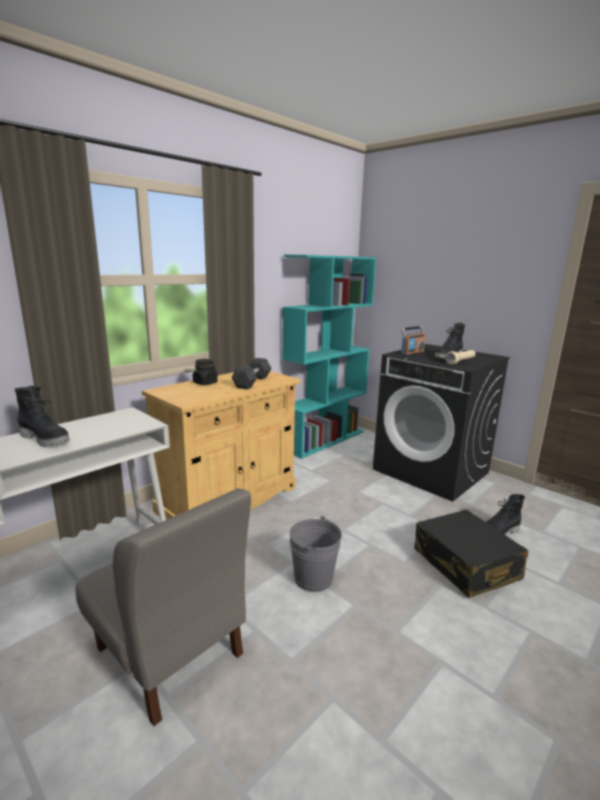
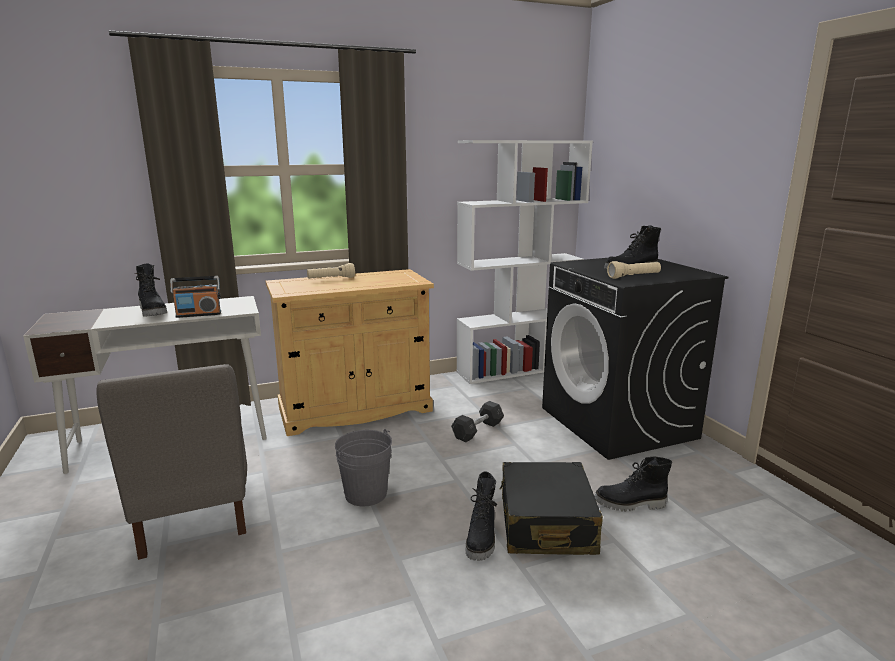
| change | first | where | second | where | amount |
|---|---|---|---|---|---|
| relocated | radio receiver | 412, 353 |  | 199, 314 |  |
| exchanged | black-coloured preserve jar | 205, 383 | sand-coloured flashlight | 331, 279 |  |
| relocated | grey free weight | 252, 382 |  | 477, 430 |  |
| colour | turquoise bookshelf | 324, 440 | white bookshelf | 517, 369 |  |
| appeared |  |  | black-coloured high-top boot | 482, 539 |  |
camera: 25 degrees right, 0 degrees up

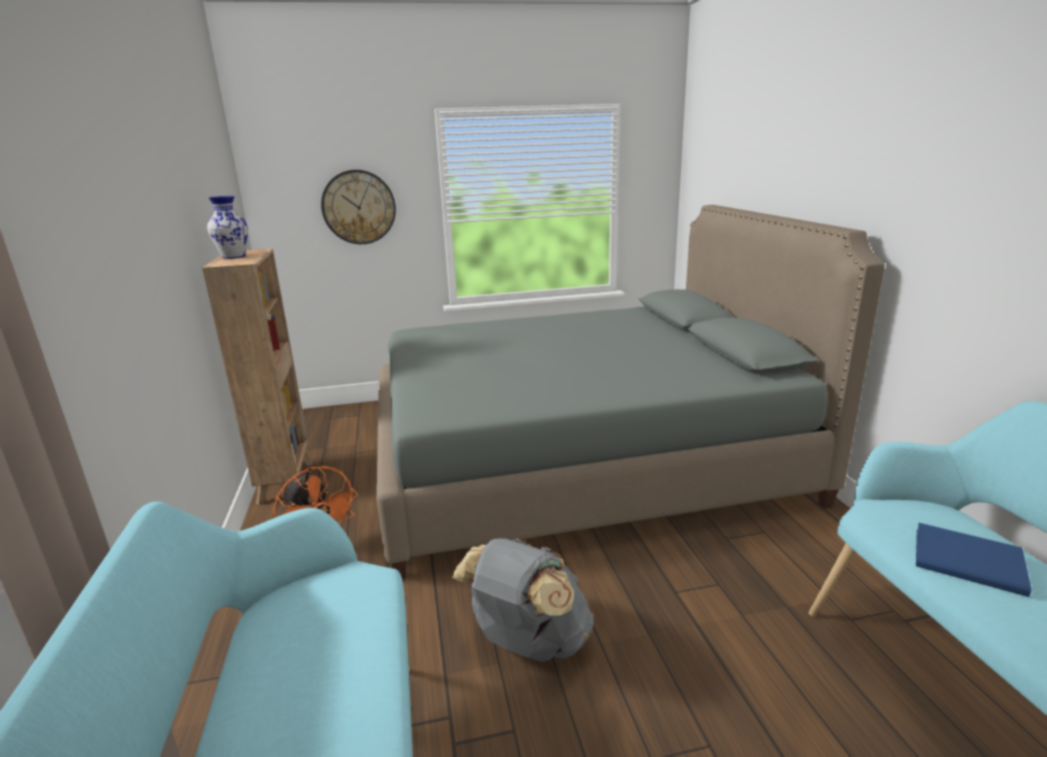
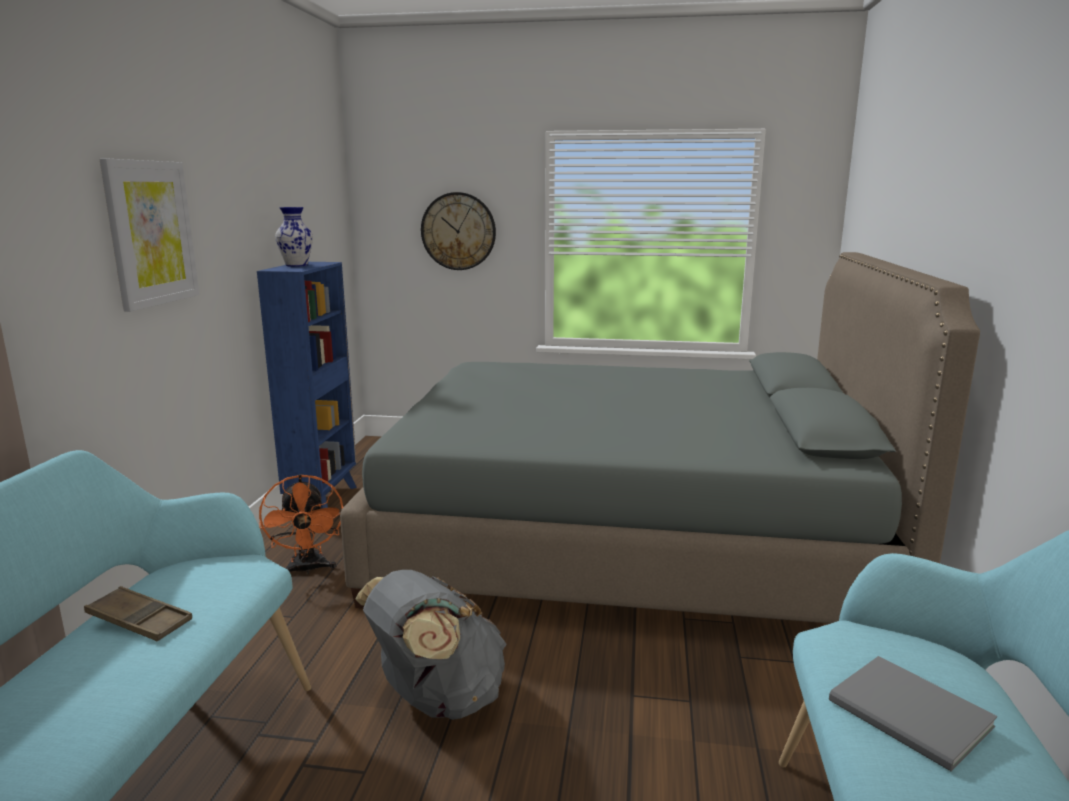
| change | first | where | second | where | amount |
|---|---|---|---|---|---|
| appeared |  |  | brown-coloured tray | 139, 620 |  |
| appeared |  |  | picture | 151, 233 |  |
| colour | brown-coloured bookshelf | 286, 481 | bluish bookshelf | 323, 499 |  |
| colour | bluish bound book | 971, 563 | grey bound book | 912, 717 |  |
camera: 20 degrees right, 5 degrees down

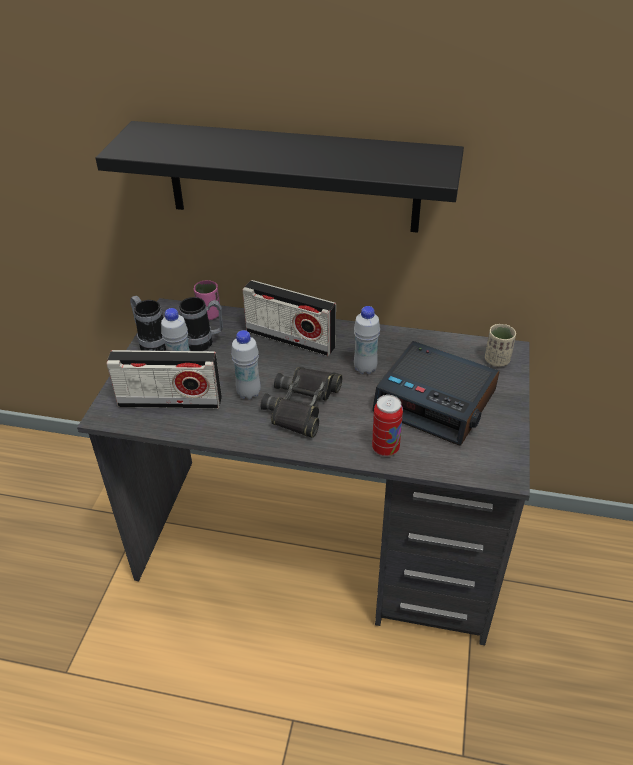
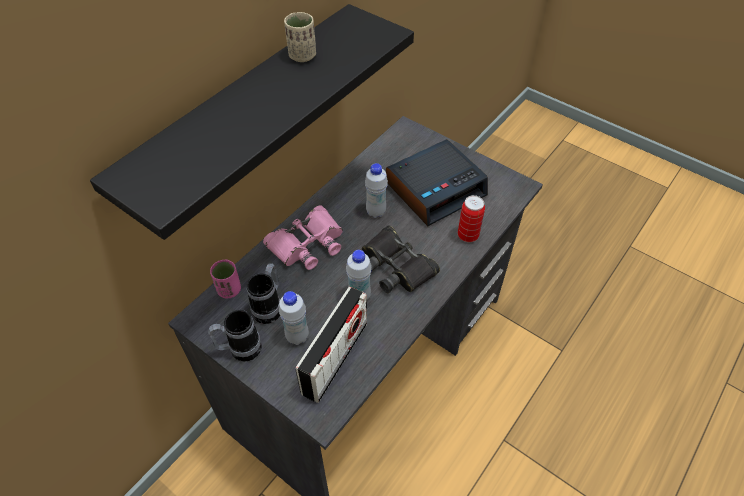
| change | first | where | second | where | amount |
|---|---|---|---|---|---|
| exchanged | radio receiver | 290, 339 | pink-coloured pair of binoculars | 307, 243 |  |
| relocated | sand-coloured drinking cup | 497, 360 |  | 302, 56 |  |
camera: 65 degrees left, 10 degrees up

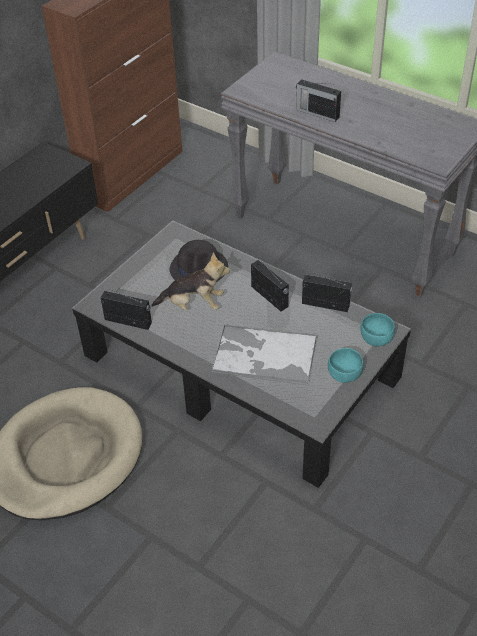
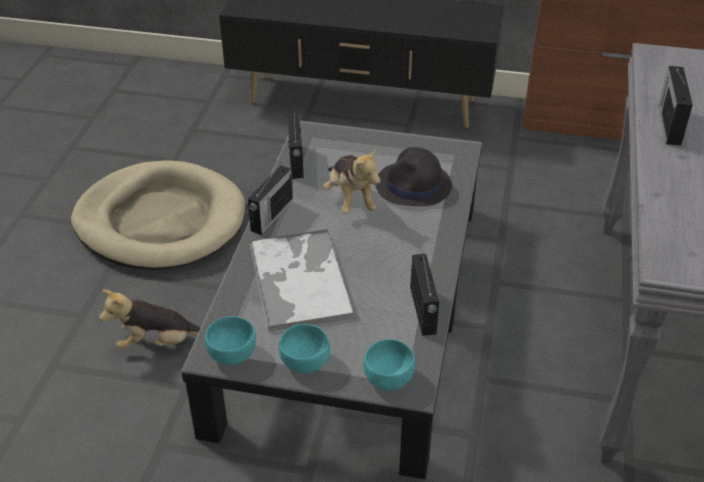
| change | first | where | second | where | amount |
|---|---|---|---|---|---|
| appeared |  |  | plush toy | 158, 343 |  |
| appeared |  |  | turquoise bowl | 233, 353 |  |
| relocated | radio receiver | 270, 297 |  | 271, 216 |  |
camera: 65 degrees right, 5 degrees down

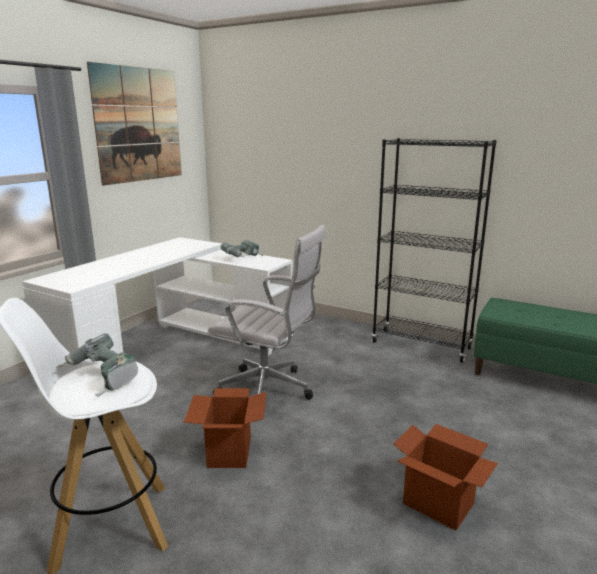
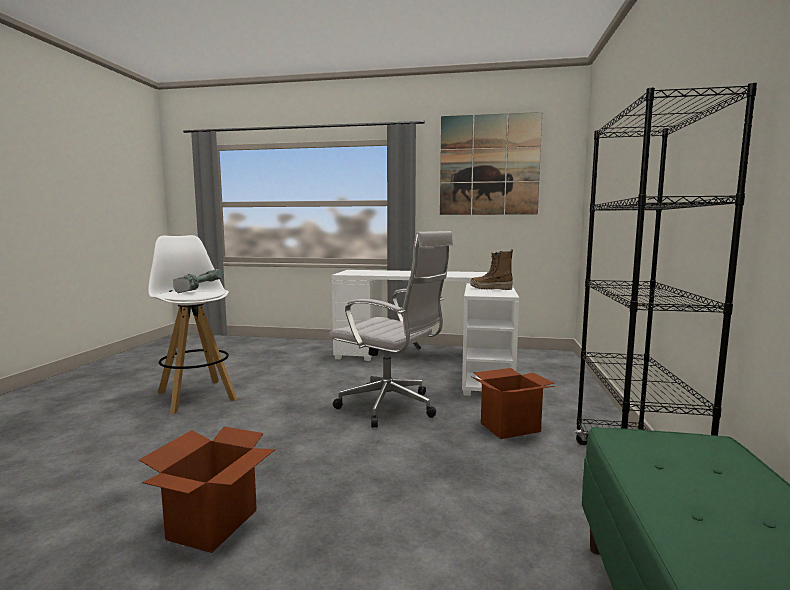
| change | first | where | second | where | amount |
|---|---|---|---|---|---|
| spun | white computer chair | 270, 391 |  | 392, 407 | 60 degrees counterclockwise |
| exchanged | electric drill | 243, 258 | high-top boot | 491, 289 |  |
| relocated | cardboard box | 229, 452 |  | 510, 427 |  |
camera: 70 degrees right, 10 degrees down

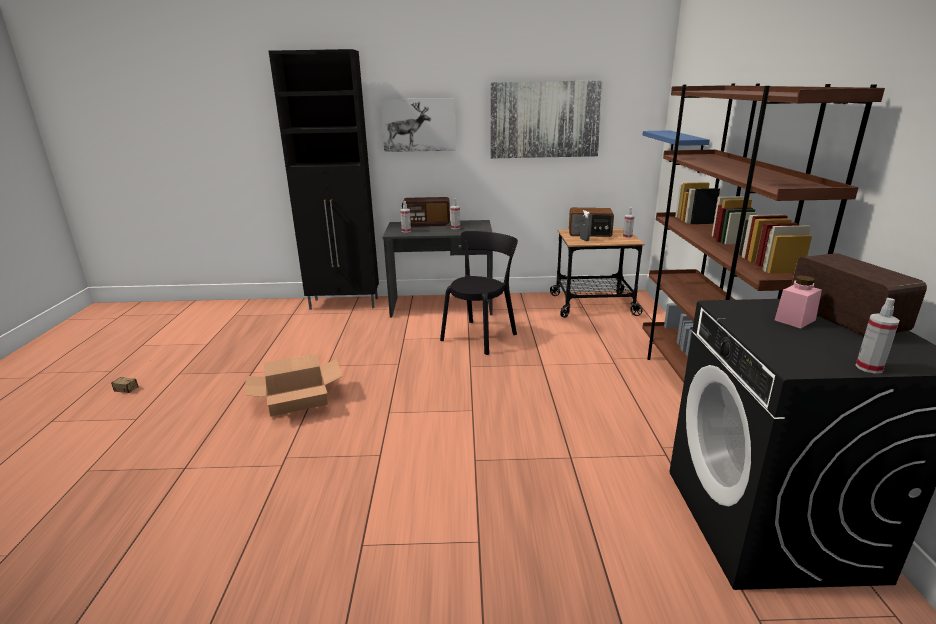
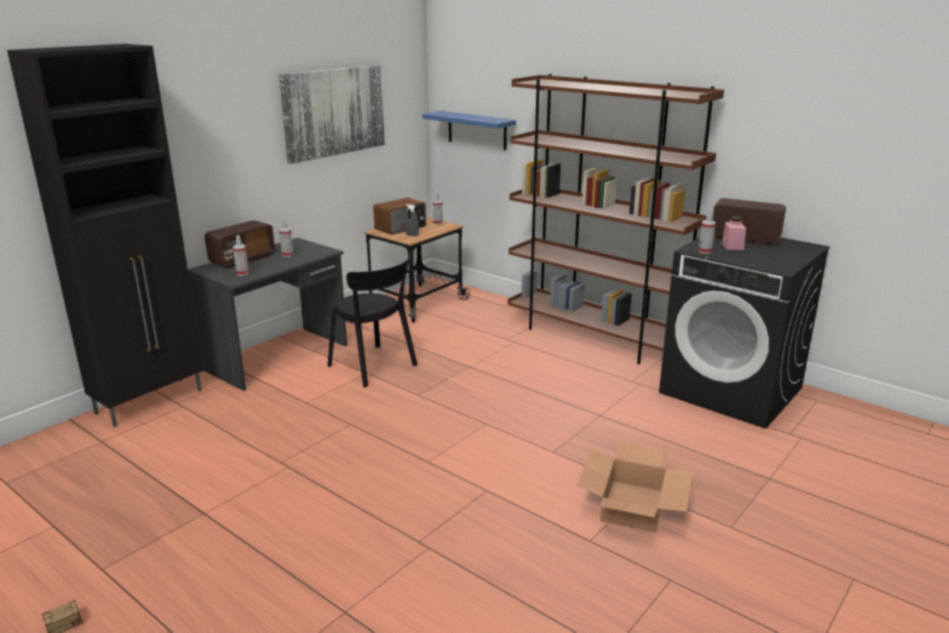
| change | first | where | second | where | amount |
|---|---|---|---|---|---|
| spun | black-coloured upright chair | 480, 336 |  | 374, 367 | 150 degrees clockwise |
| relocated | cardboard box | 297, 399 |  | 633, 506 |  |
| relocated | spray bottle | 869, 367 |  | 705, 251 |  |
| missing | picture | 419, 125 |  |  |  |
camera: 50 degrees left, 0 degrees up

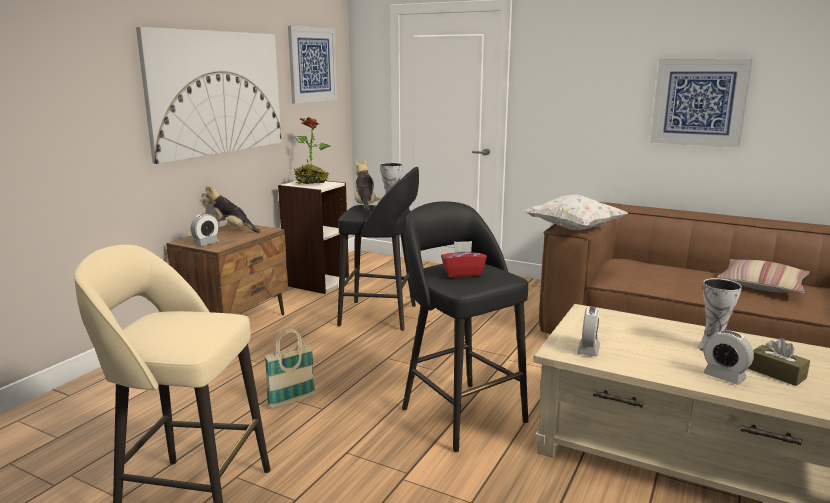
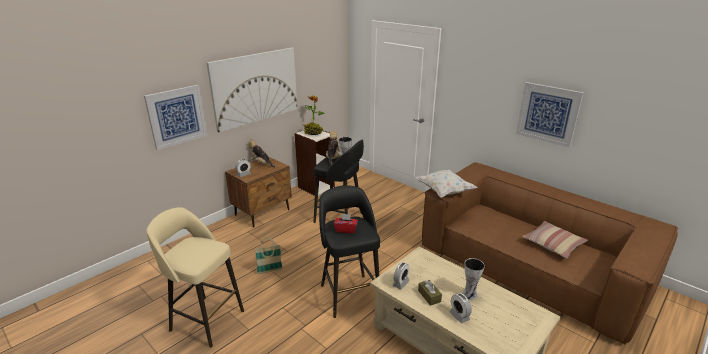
| change | first | where | second | where | amount |
|---|---|---|---|---|---|
| relocated | picture | 312, 65 |  | 177, 116 |  |
| relocated | brown-coloured tissue holder | 776, 373 |  | 429, 296 |  |
camera: 15 degrees right, 10 degrees up

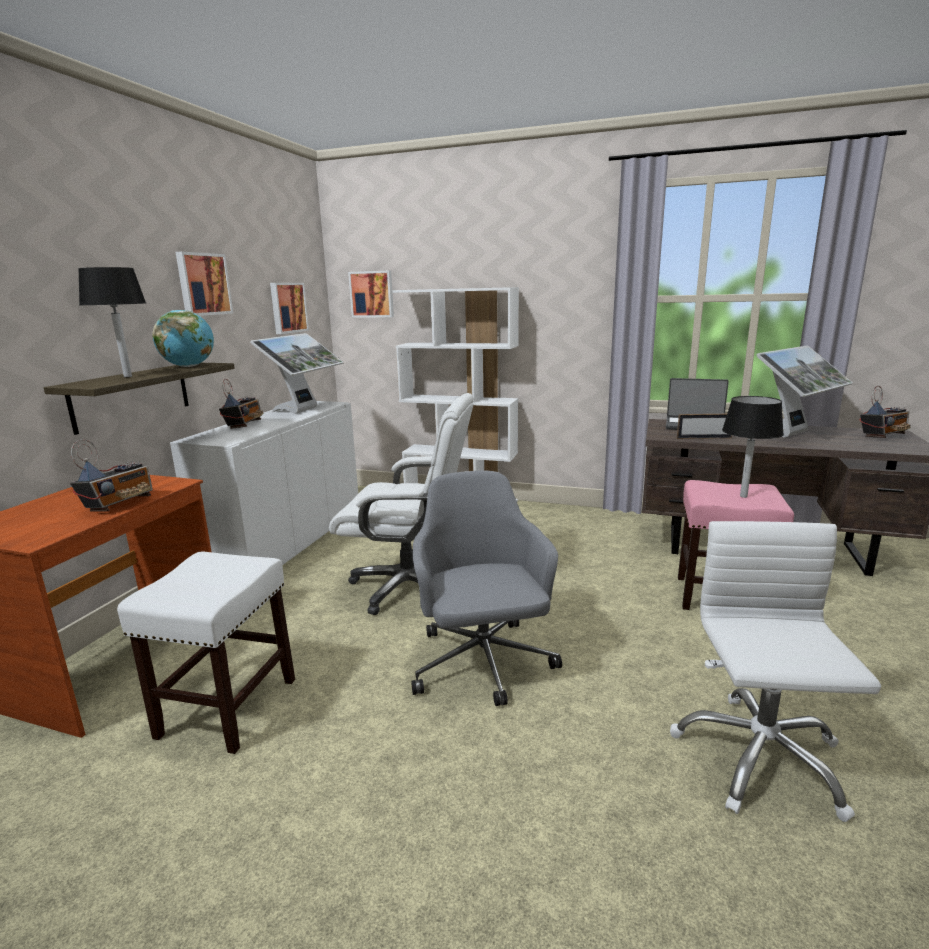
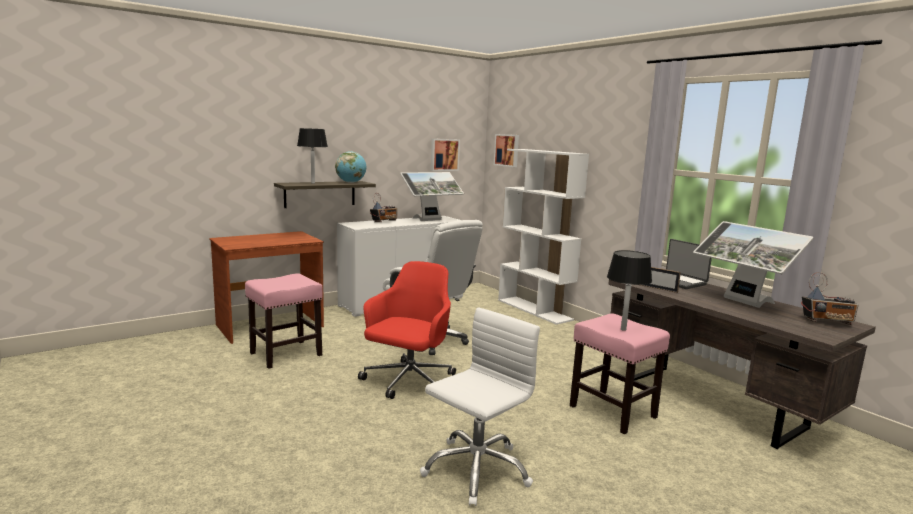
| change | first | where | second | where | amount |
|---|---|---|---|---|---|
| colour | white stool | 227, 708 | pink-coloured stool | 285, 354 |  |
| colour | grey computer chair | 483, 664 | red computer chair | 408, 382 |  |
| spun | computer screen | 793, 434 |  | 742, 302 | 60 degrees clockwise |
| missing | radio receiver | 120, 504 |  |  |  |
| missing | picture | 203, 284 |  |  |  |
camera: 35 degrees right, 5 degrees down

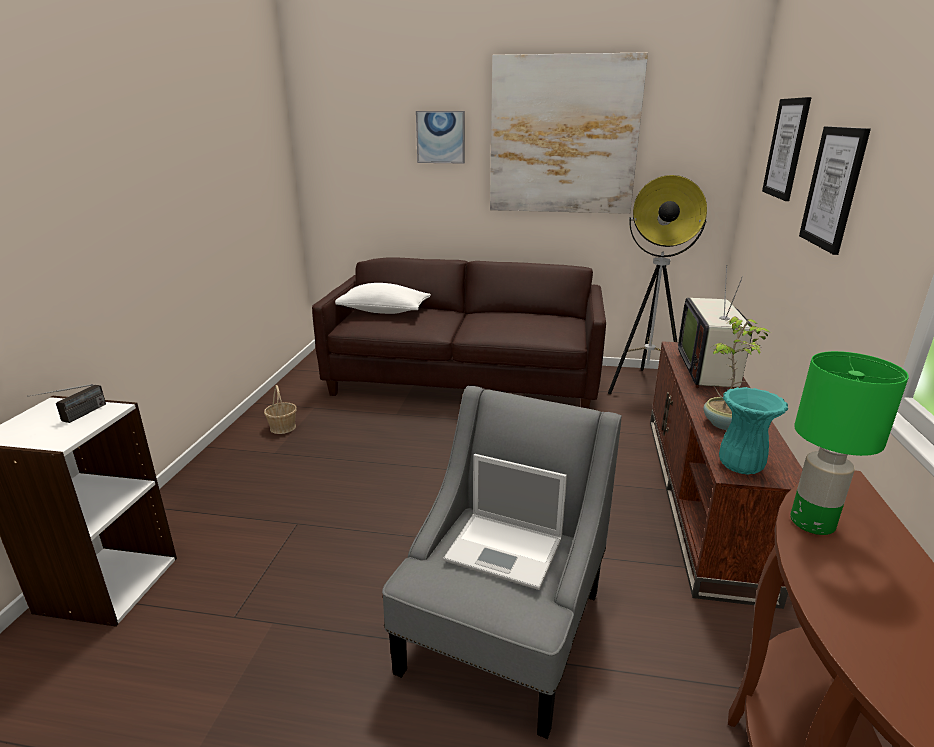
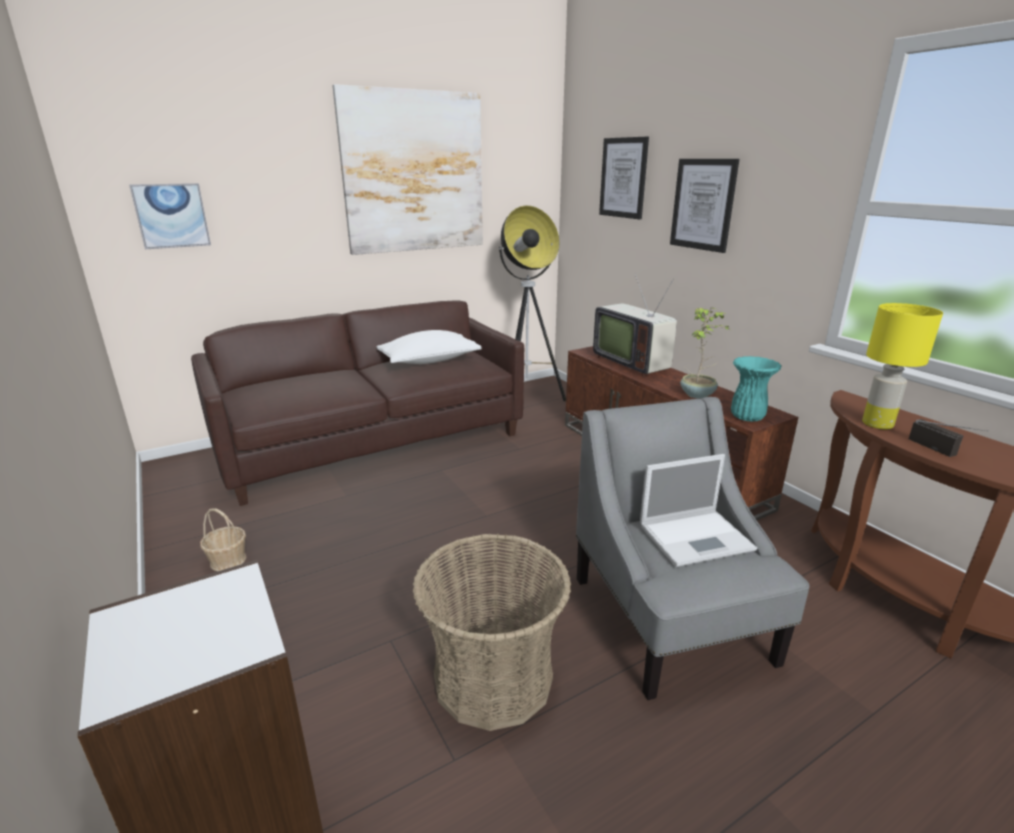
| change | first | where | second | where | amount |
|---|---|---|---|---|---|
| relocated | picture | 440, 137 |  | 171, 216 |  |
| relocated | white pillow | 383, 311 |  | 429, 361 |  |
| appeared |  |  | basket | 493, 677 |  |
| colour | greenish lamp for a table | 813, 523 | yellow-coloured lamp for a table | 878, 424 |  |
| relocated | radio receiver | 75, 418 |  | 944, 452 |  |
camera: 40 degrees left, 0 degrees up

